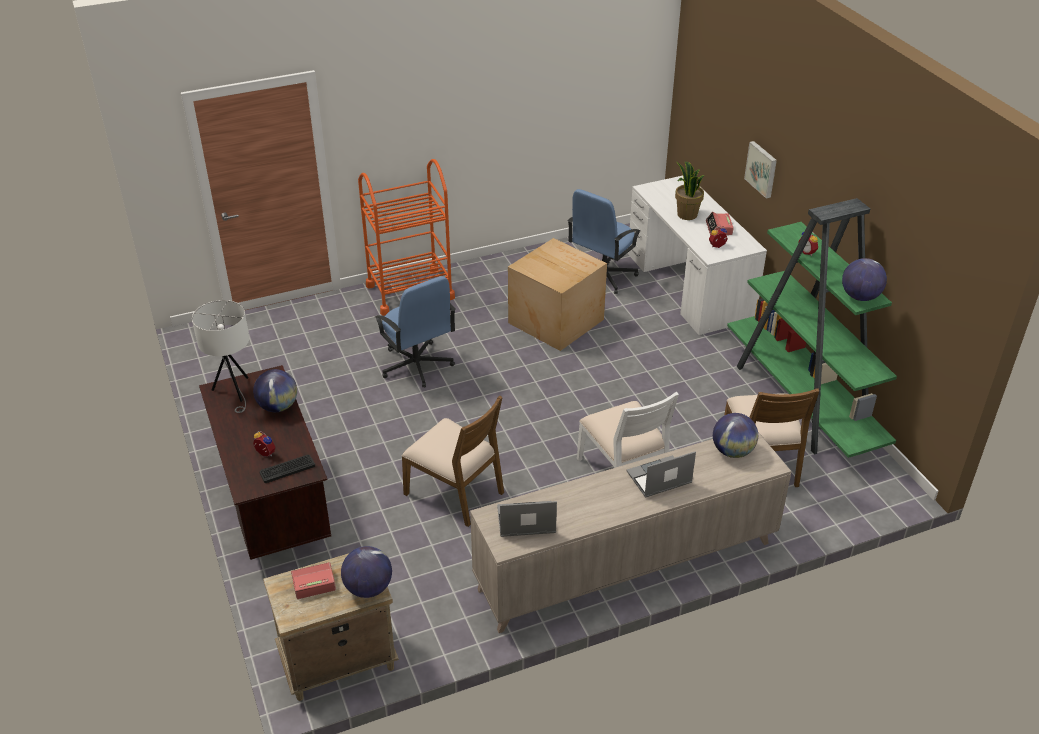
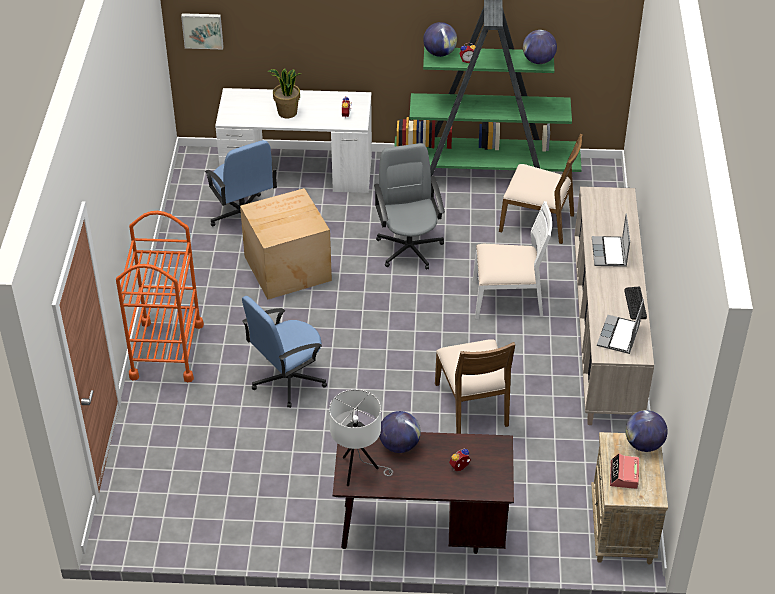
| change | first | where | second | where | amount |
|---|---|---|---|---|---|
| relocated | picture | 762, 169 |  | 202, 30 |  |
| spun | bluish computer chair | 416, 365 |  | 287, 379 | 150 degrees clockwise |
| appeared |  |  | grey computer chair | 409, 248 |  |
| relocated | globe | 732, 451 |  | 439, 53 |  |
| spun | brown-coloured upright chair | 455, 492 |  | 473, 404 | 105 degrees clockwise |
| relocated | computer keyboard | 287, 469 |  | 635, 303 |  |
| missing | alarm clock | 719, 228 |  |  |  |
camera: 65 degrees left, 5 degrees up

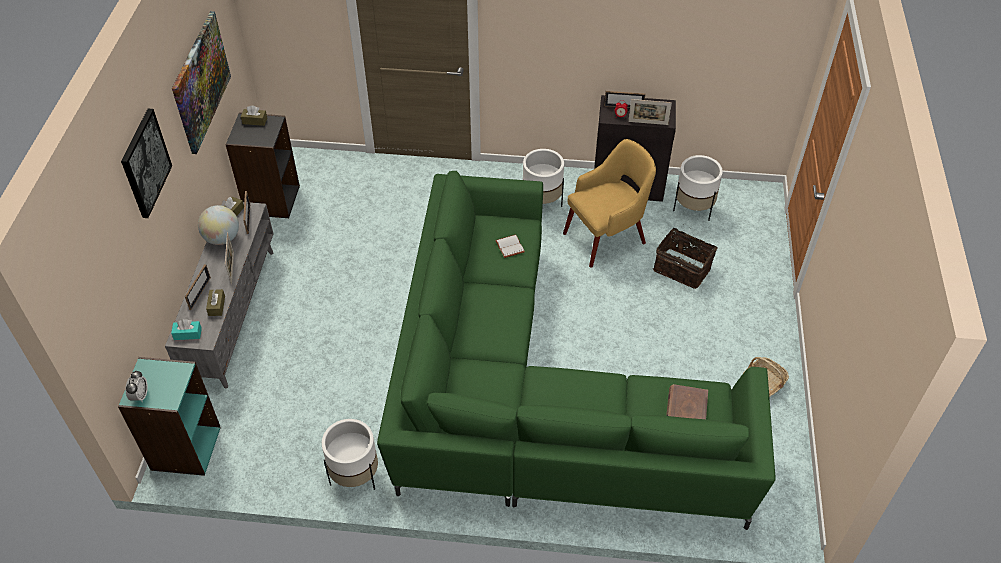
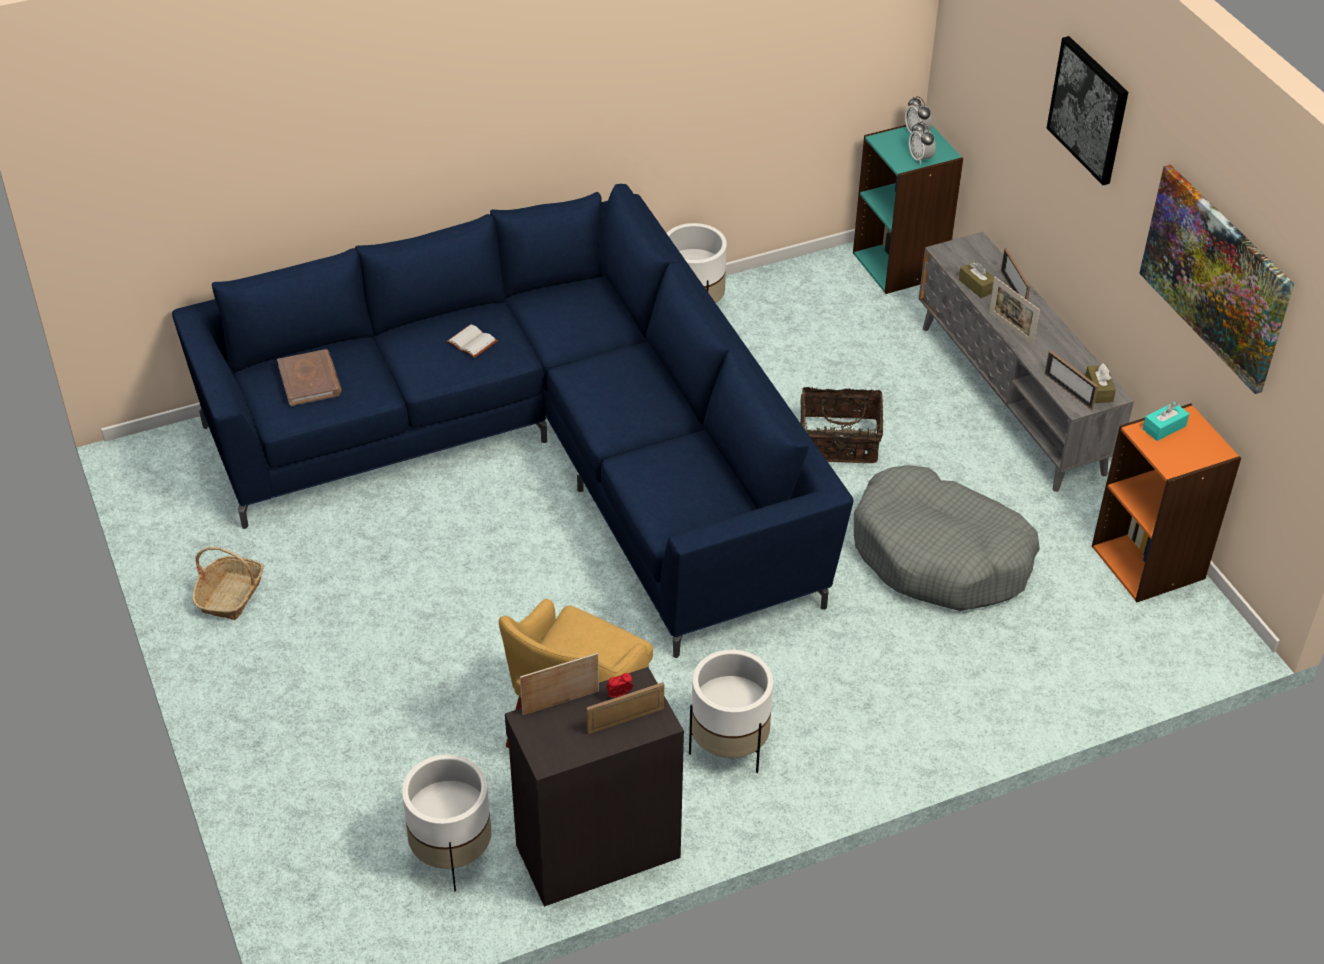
| change | first | where | second | where | amount |
|---|---|---|---|---|---|
| colour | greenish sofa | 532, 402 | bluish sofa | 540, 454 |  |
| relocated | white bound book | 509, 246 |  | 473, 342 |  |
| relocated | basket | 683, 268 |  | 838, 444 |  |
| appeared |  |  | grey dog bed | 940, 556 |  |
| appeared |  |  | alarm clock | 920, 158 |  |
| colour | black-coloured bookshelf | 271, 200 | orange bookshelf | 1149, 562 |  |
| relocated | turquoise tissue holder | 187, 334 |  | 1164, 427 |  |
| missing | globe | 222, 238 |  |  |  |
| missing | brown-coloured tissue holder | 255, 121 |  |  |  |
camera: 150 degrees right, 5 degrees down

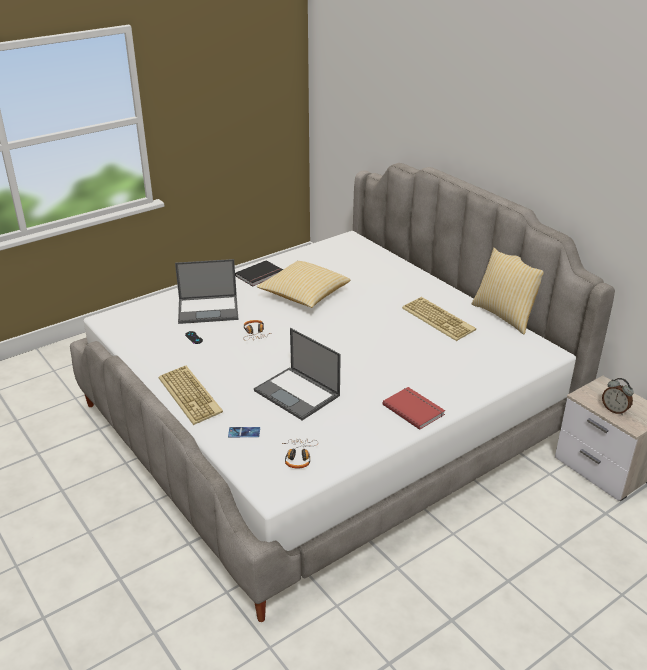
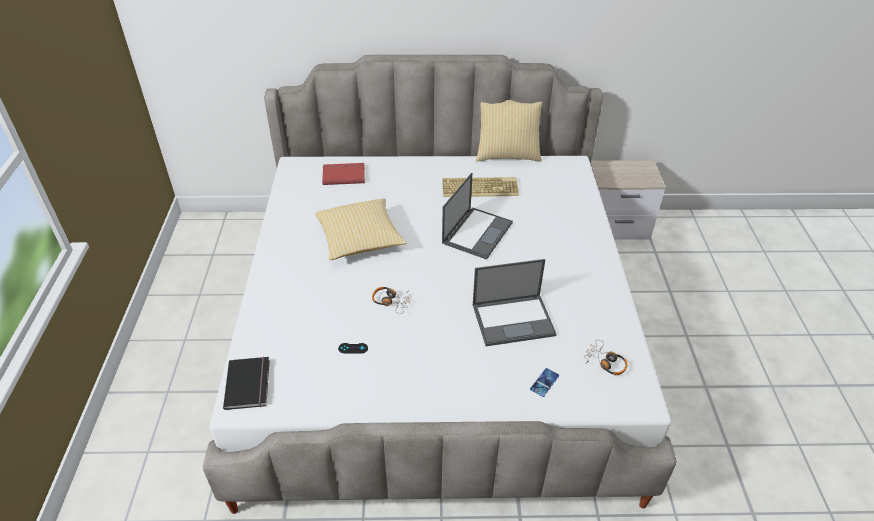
| change | first | where | second | where | amount |
|---|---|---|---|---|---|
| relocated | black-coloured bound book | 260, 275 |  | 249, 384 |  |
| relocated | red bound book | 414, 409 |  | 343, 174 |  |
| relocated | laptop | 209, 309 |  | 477, 232 |  |
| missing | computer keyboard | 191, 395 |  |  |  |
| missing | alarm clock | 614, 410 |  |  |  |
camera: 55 degrees left, 10 degrees up

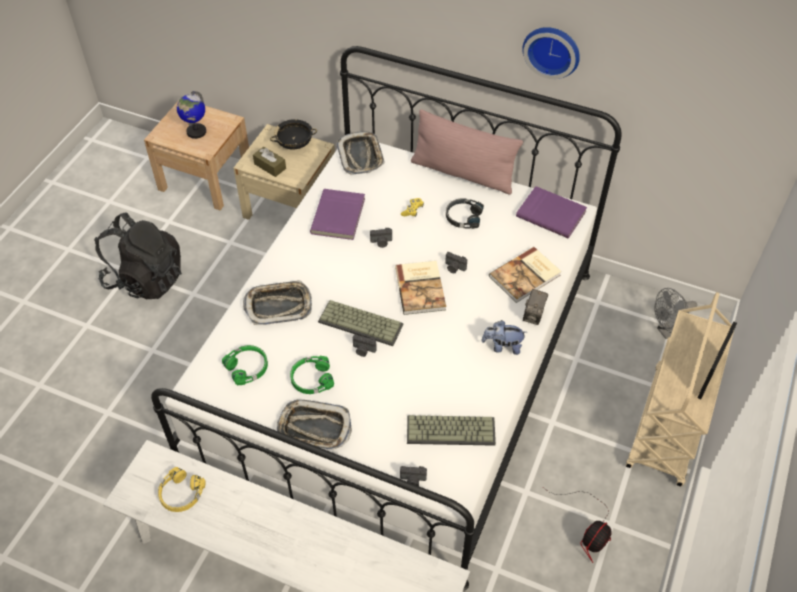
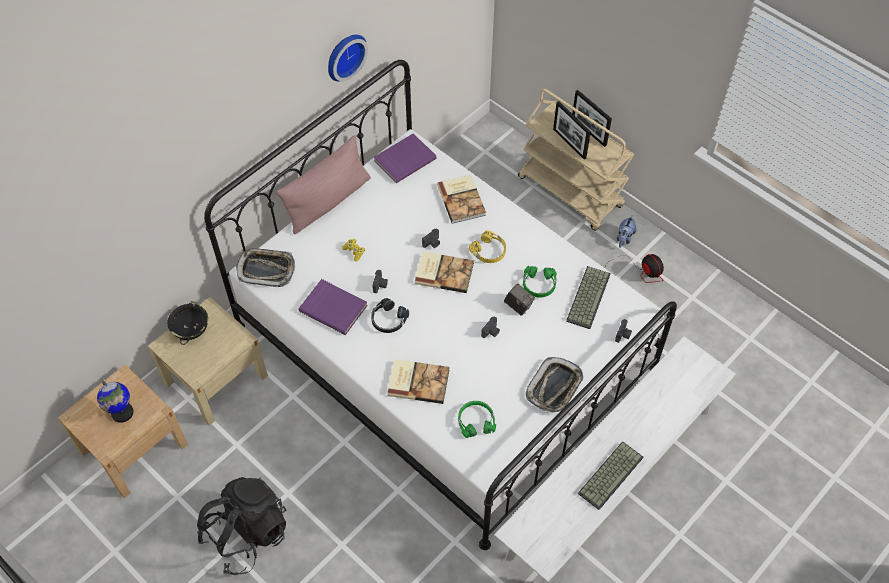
| change | first | where | second | where | amount |
|---|---|---|---|---|---|
| relocated | black-coloured headphones | 463, 217 |  | 388, 320 |  |
| exchanged | tray | 278, 306 | bound book | 418, 381 |  |
| relocated | yellow-coloured headphones | 181, 494 |  | 489, 251 |  |
| relocated | still camera | 533, 315 |  | 518, 306 |  |
| relocated | greenish headphones | 311, 379 |  | 539, 285 |  |
| appeared |  |  | picture frame | 569, 143 |  |
| relocated | computer keyboard | 362, 322 |  | 610, 474 |  |
| relocated | plush toy | 502, 346 |  | 624, 238 |  |
| missing | brown-coloured tissue holder | 270, 166 |  |  |  |
| missing | grey cooling fan | 668, 331 |  |  |  |
camera: 70 degrees left, 5 degrees up

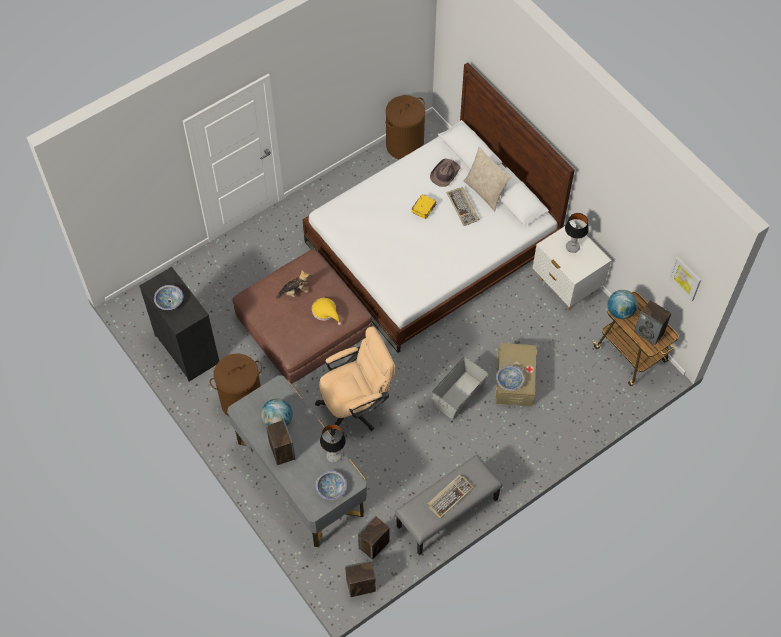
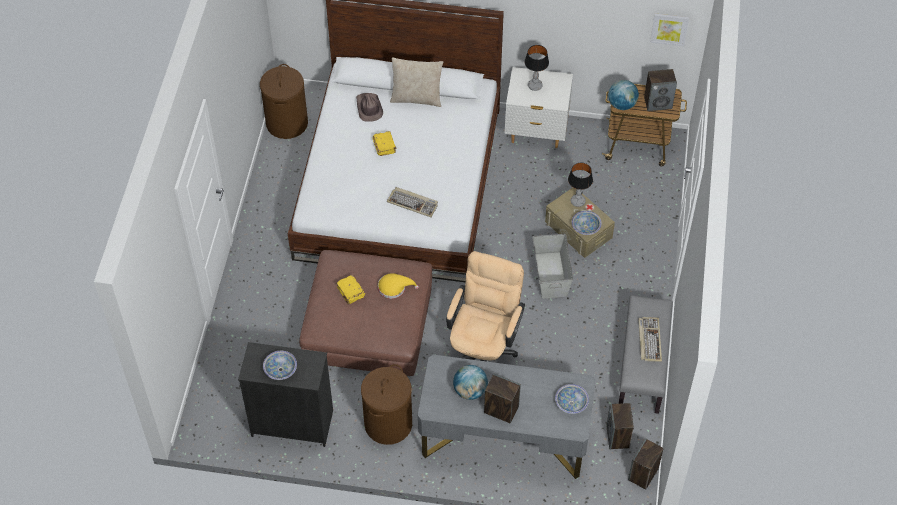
| change | first | where | second | where | amount |
|---|---|---|---|---|---|
| exchanged | plush toy | 295, 292 | yellow-coloured bound book | 350, 292 |  |
| relocated | computer keyboard | 463, 207 |  | 413, 203 |  |
| relocated | lamp for a table | 334, 456 |  | 577, 201 |  |
camera: 45 degrees left, 5 degrees down

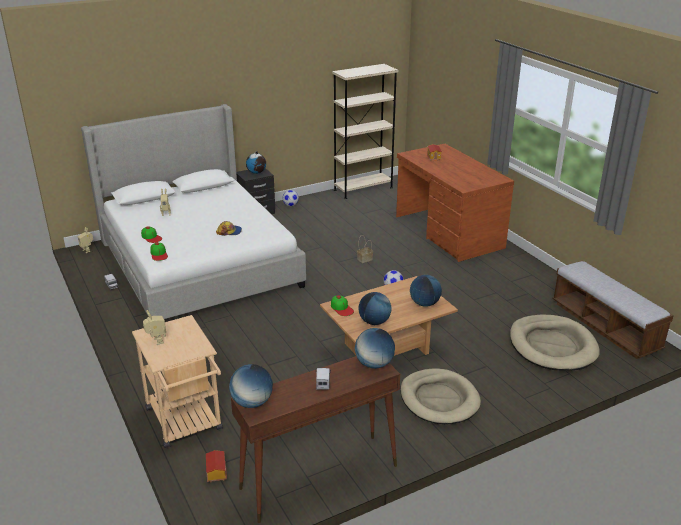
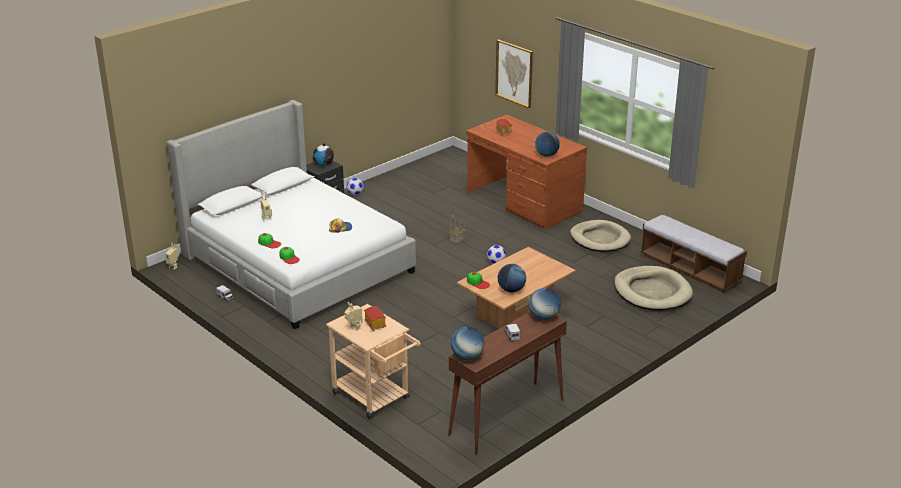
| change | first | where | second | where | amount |
|---|---|---|---|---|---|
| relocated | toy house | 216, 473 |  | 374, 325 |  |
| appeared |  |  | picture | 514, 73 |  |
| relocated | globe | 424, 304 |  | 546, 155 |  |
| relocated | sand-coloured dog bed | 439, 399 |  | 600, 239 |  |
| missing | sand-coloured bookshelf | 363, 189 |  |  |  |
camera: 15 degrees left, 0 degrees up

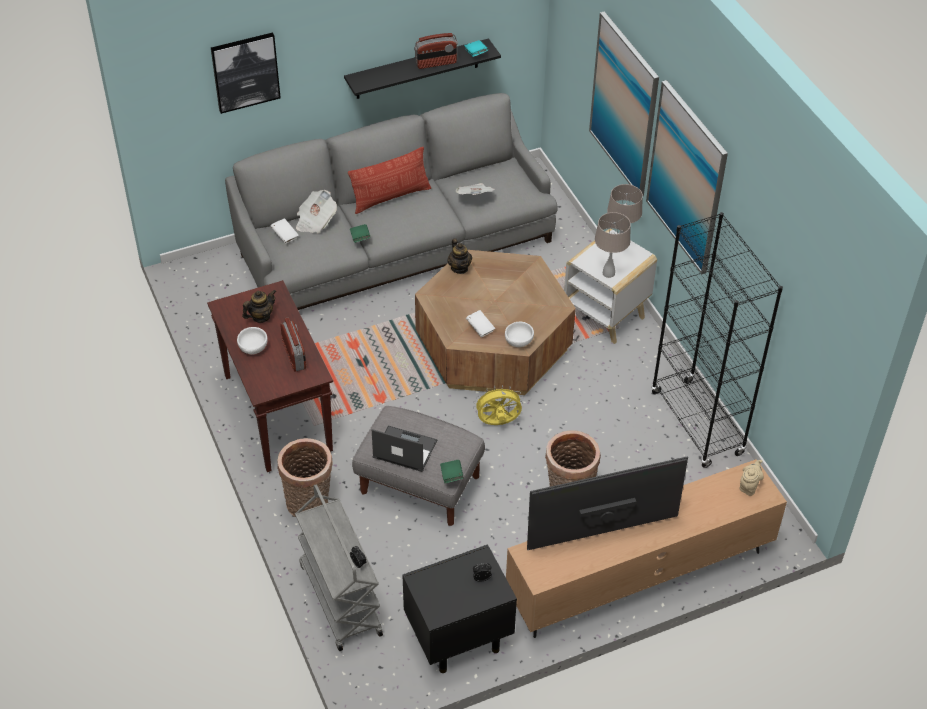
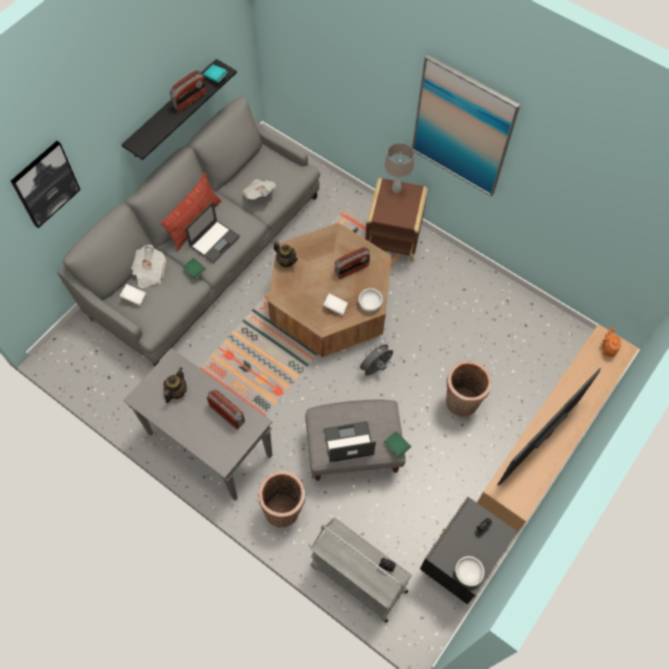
| change | first | where | second | where | amount |
|---|---|---|---|---|---|
| colour | brown-coloured console table | 276, 412 | grey console table | 208, 444 |  |
| appeared |  |  | laptop | 214, 241 |  |
| appeared |  |  | radio receiver | 352, 269 |  |
| colour | yellow-coloured cooling fan | 498, 423 | grey cooling fan | 375, 368 |  |
| colour | white accent table | 606, 316 | brown-coloured accent table | 394, 241 |  |
| relocated | white bowl | 254, 347 |  | 468, 572 |  |
| colour | sand-coloured pot for tea | 749, 486 | orange pot for tea | 608, 348 |  |
| missing | picture | 624, 104 |  |  |  |
| missing | sand-coloured lamp for a table | 608, 273 |  |  |  |
| missing | black-coloured bookshelf | 697, 423 |  |  |  |
camera: 30 degrees left, 15 degrees up

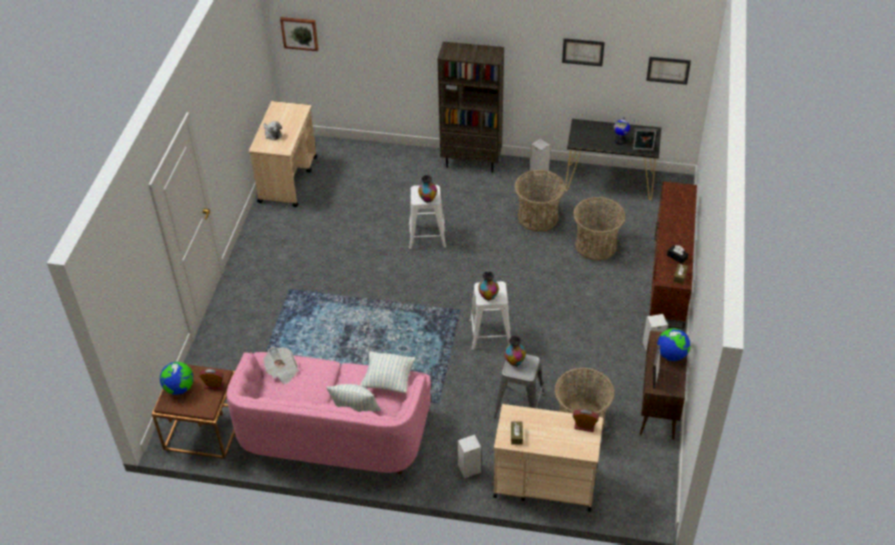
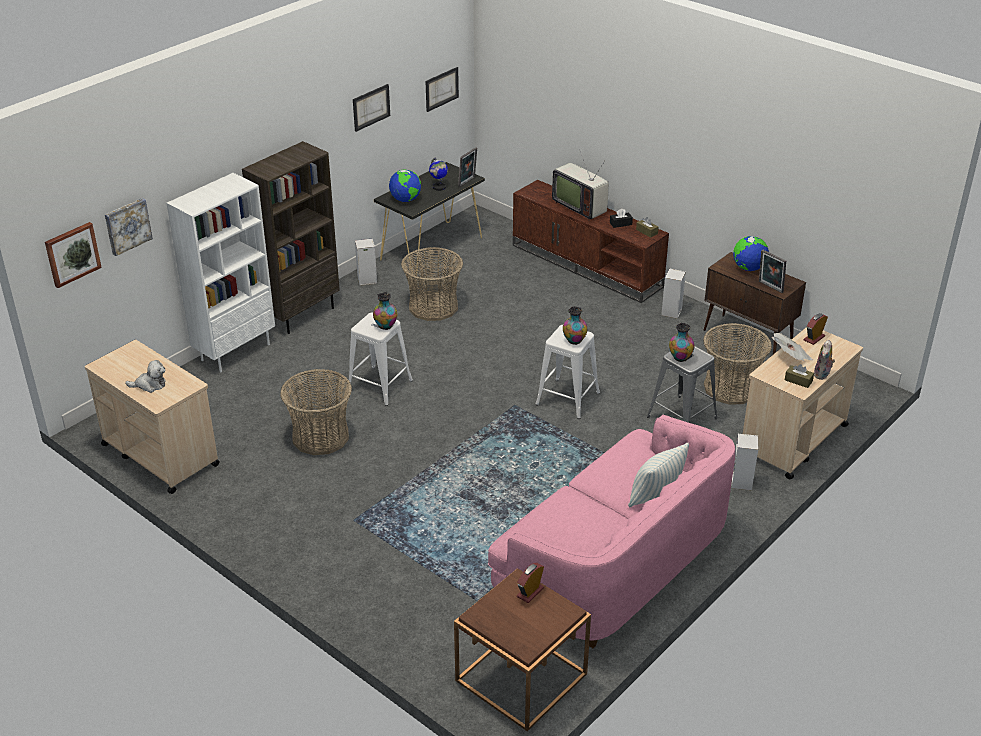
| change | first | where | second | where | amount |
|---|---|---|---|---|---|
| appeared |  |  | picture | 127, 226 |  |
| appeared |  |  | white bookshelf | 235, 351 |  |
| relocated | basket | 596, 245 |  | 320, 436 |  |
| relocated | globe | 179, 388 |  | 405, 200 |  |
| appeared |  |  | TV | 580, 207 |  |
| relocated | newspaper | 282, 371 |  | 791, 357 |  |
| appeared |  |  | plush toy | 822, 375 |  |
| missing | pillow | 388, 380 |  |  |  |
camera: 60 degrees left, 10 degrees down

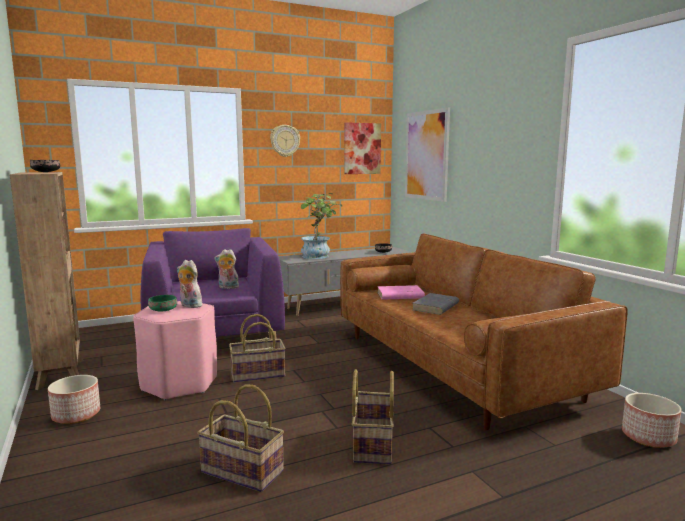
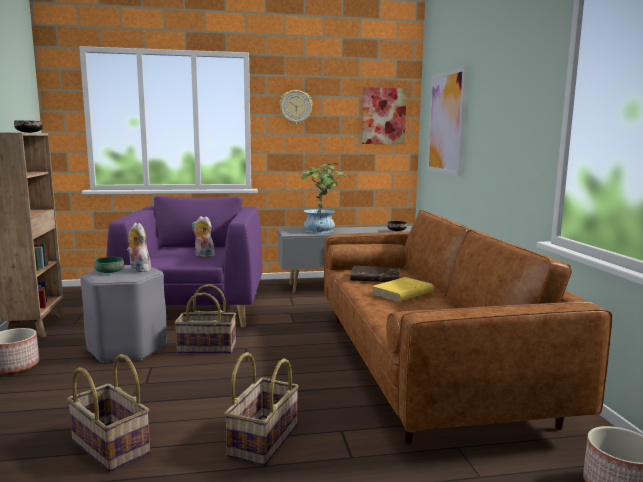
| change | first | where | second | where | amount |
|---|---|---|---|---|---|
| colour | pink-coloured stool | 180, 383 | grey stool | 127, 348 |  |
| colour | pink-coloured bound book | 399, 295 | brown-coloured bound book | 374, 277 |  |
| colour | grey bound book | 435, 307 | yellow-coloured bound book | 402, 293 |  |
camera: 15 degrees right, 0 degrees up

